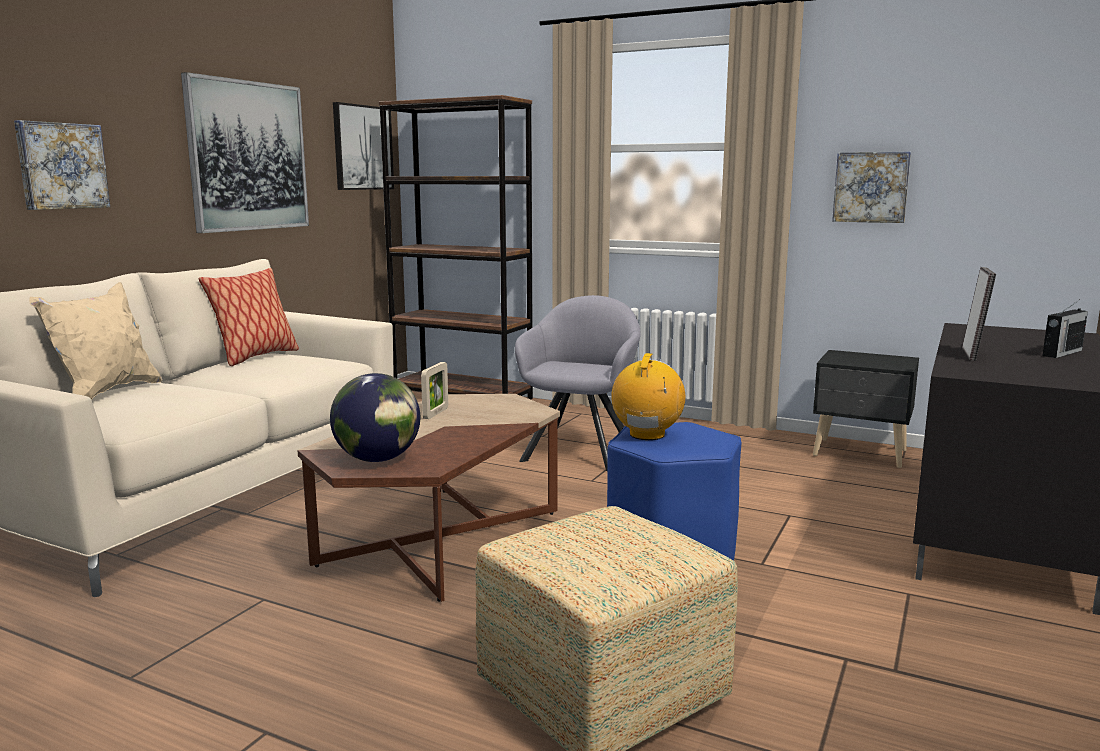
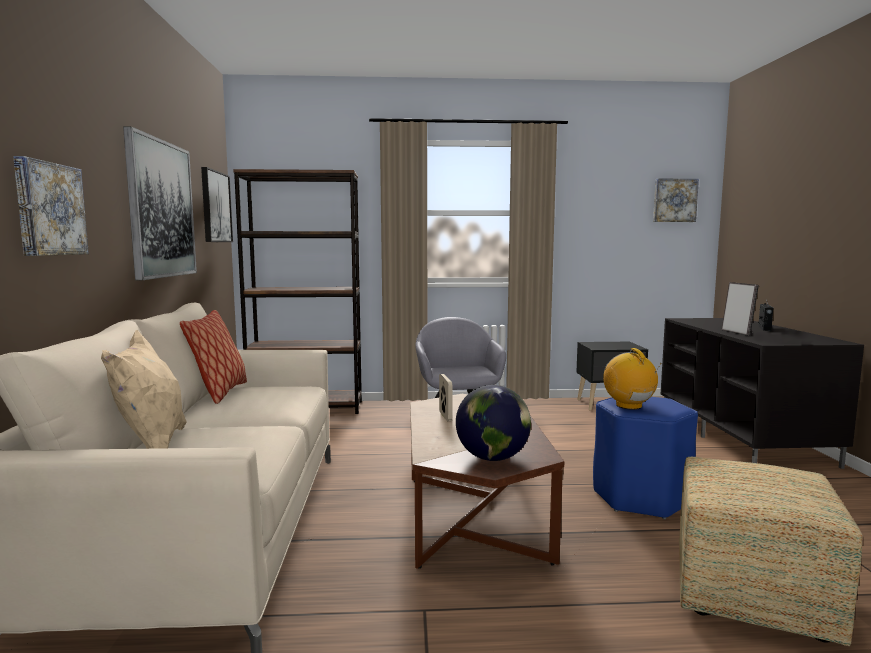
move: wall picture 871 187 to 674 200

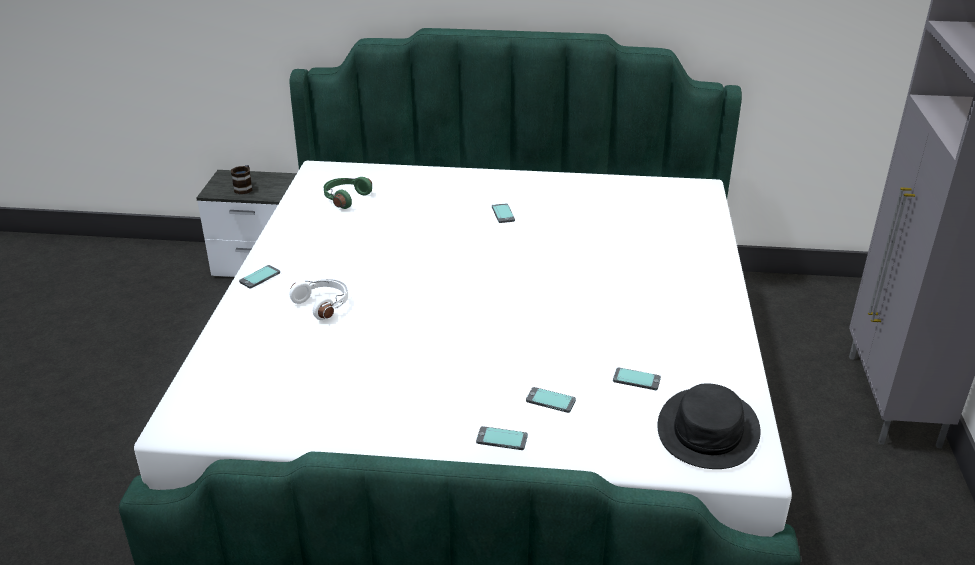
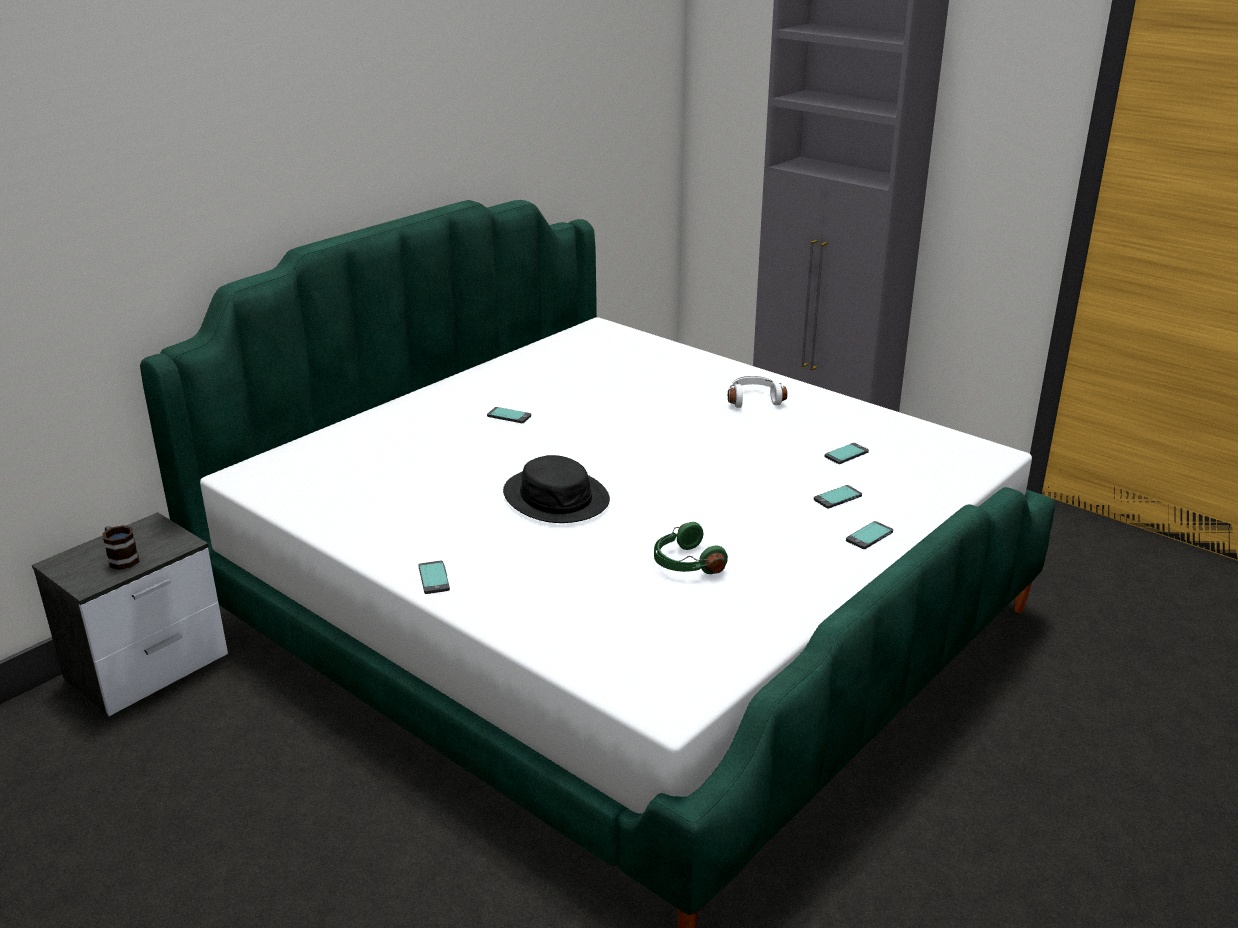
move: headphones/white-coloured 324 304 to 753 399; headphones/green-coloured 345 198 to 685 563; hat/black-coloured 708 430 to 556 497

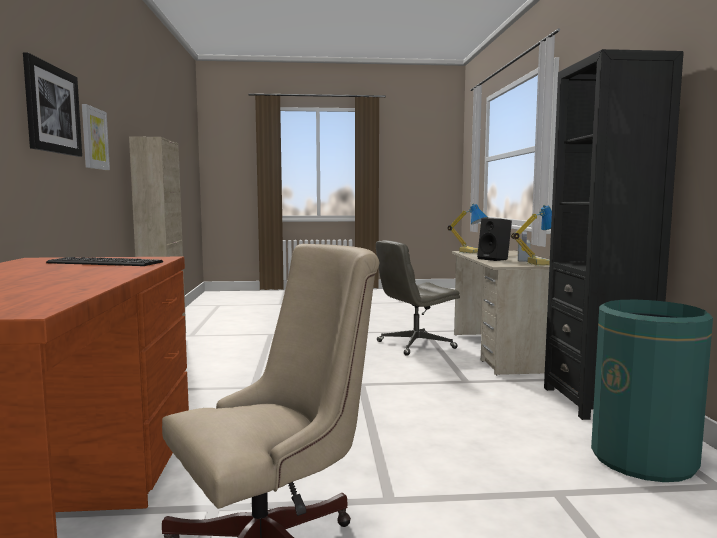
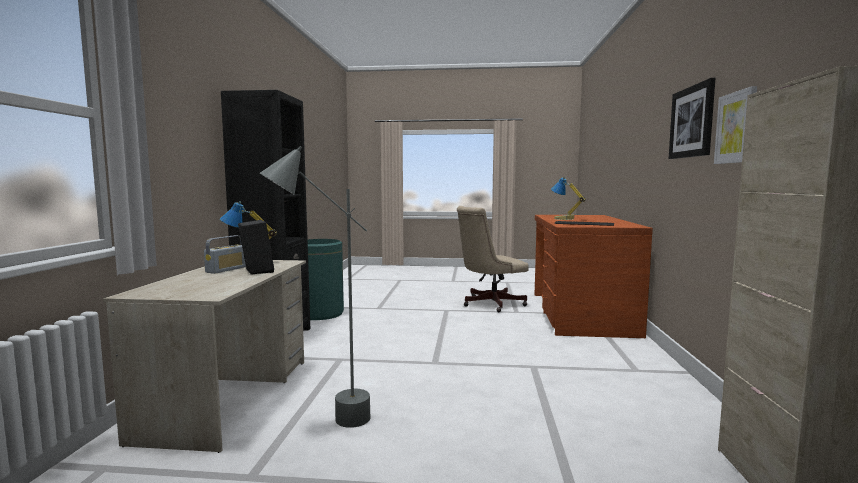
move: tabletop lamp 470 252 to 564 219
replace: office chair/grey 415 345 to standard lamp/grey 323 424

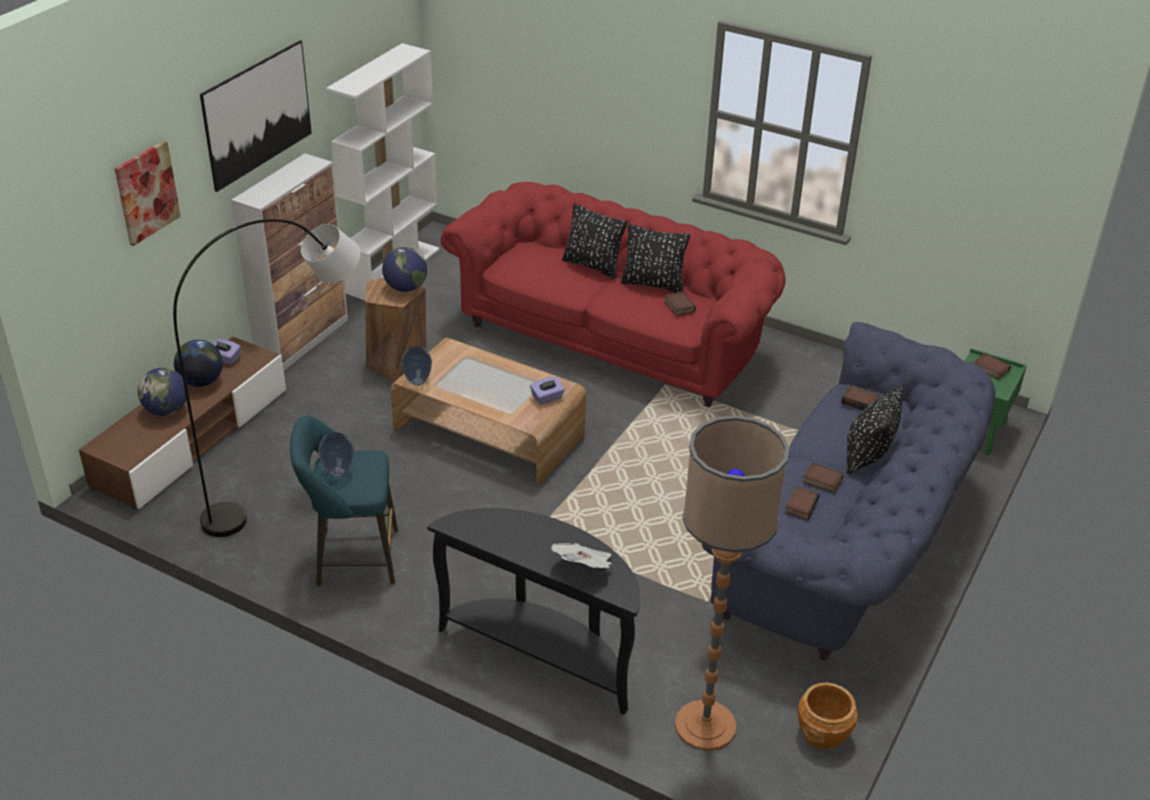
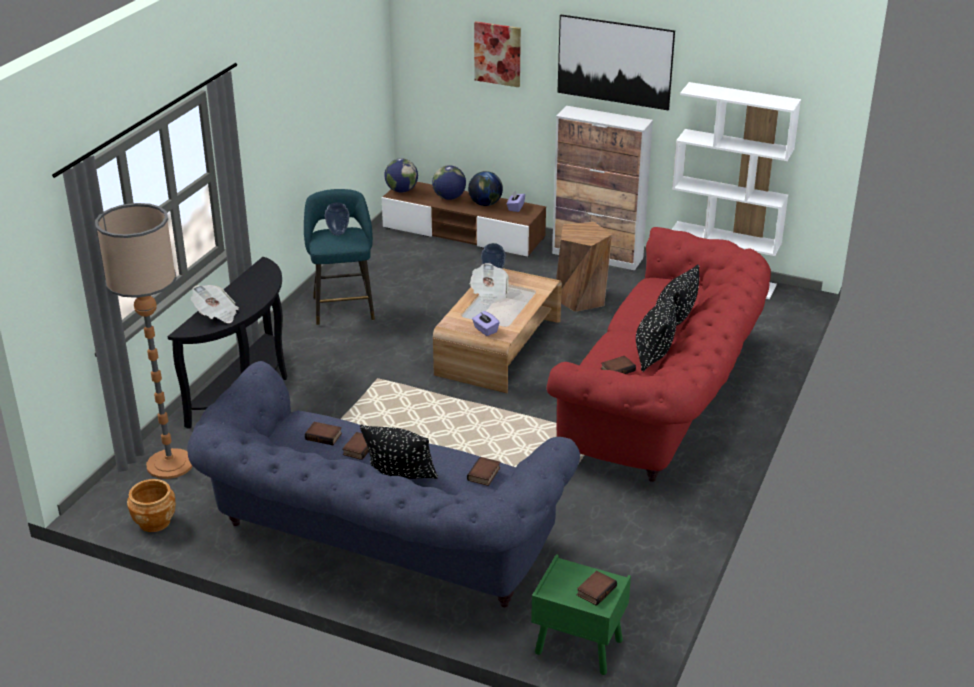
delete: standard lamp/grey 296 484
insert: daily paper 489 294
move: world globe 405 288 to 401 190

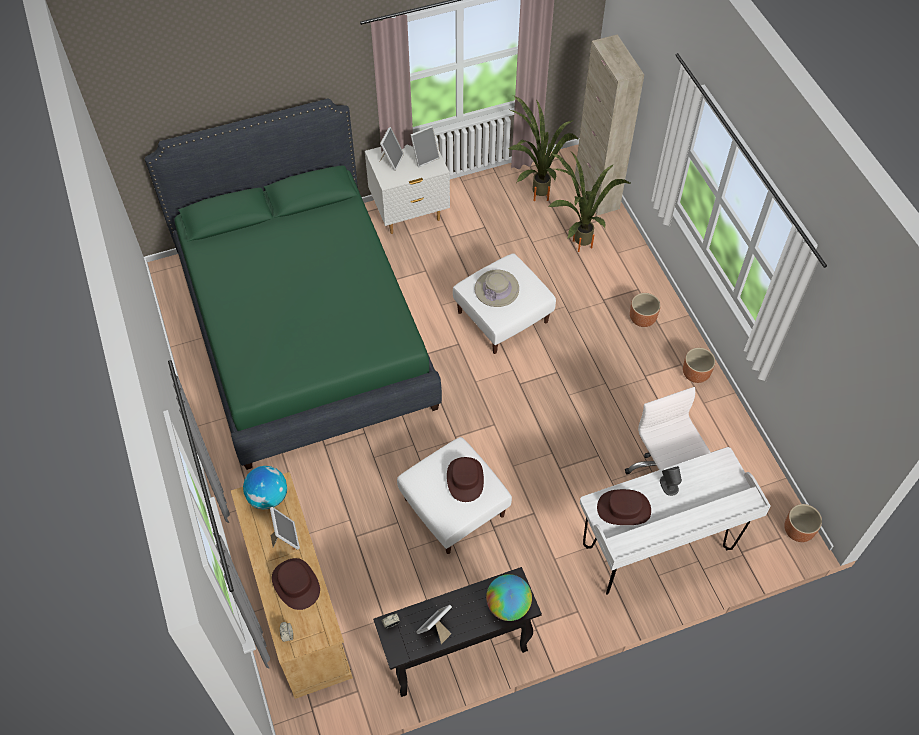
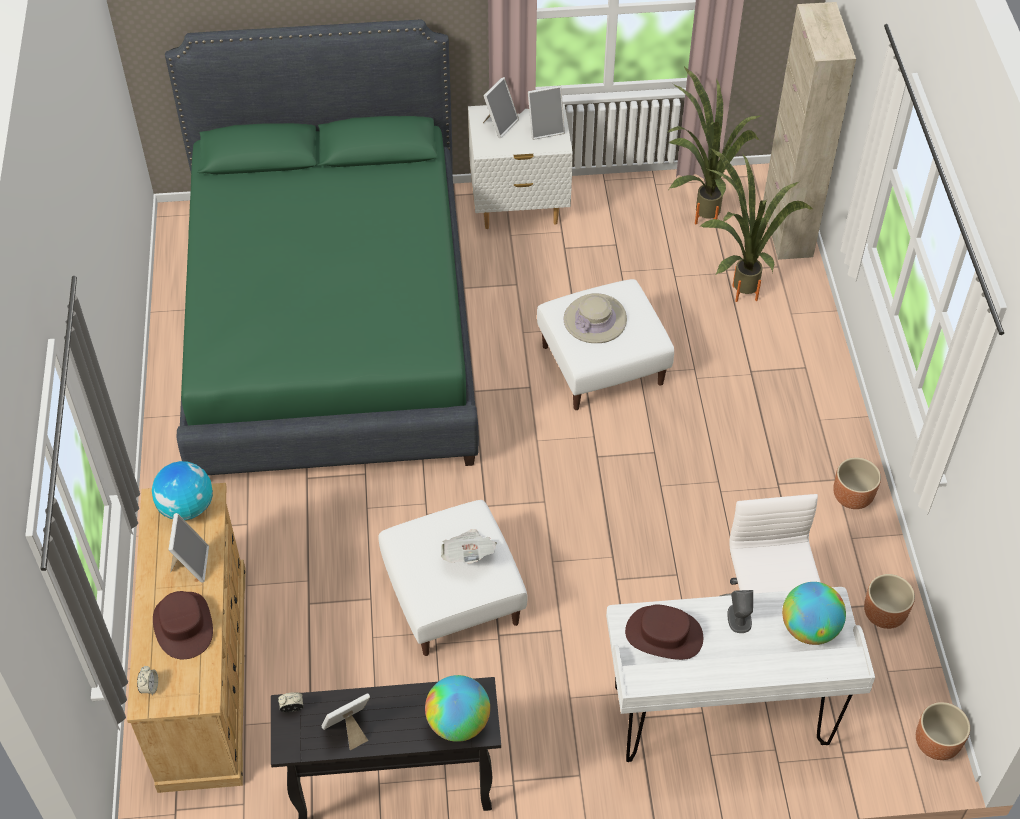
insert: world globe 809 629
move: planter/brownish 642 319 to 884 614
replace: hat/brownish 465 479 to daily paper 468 555

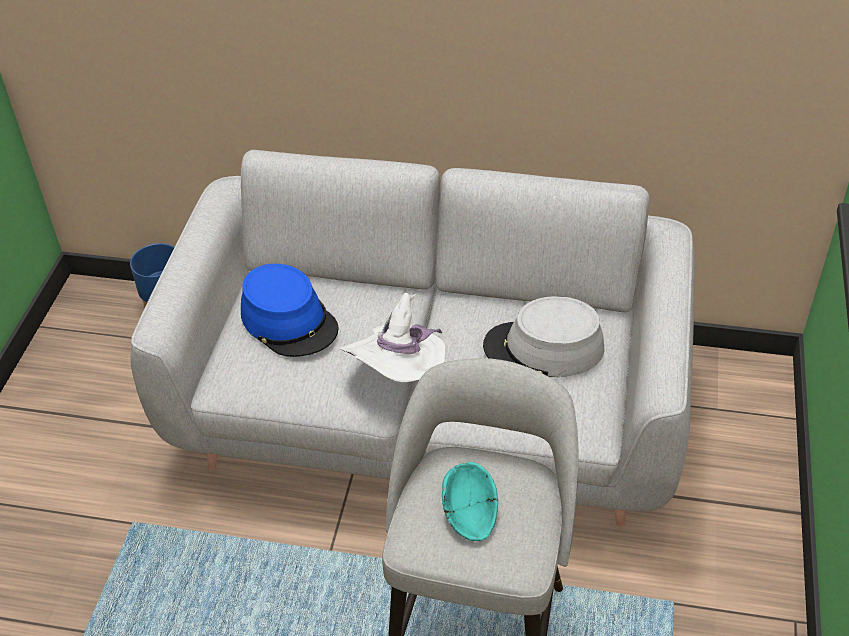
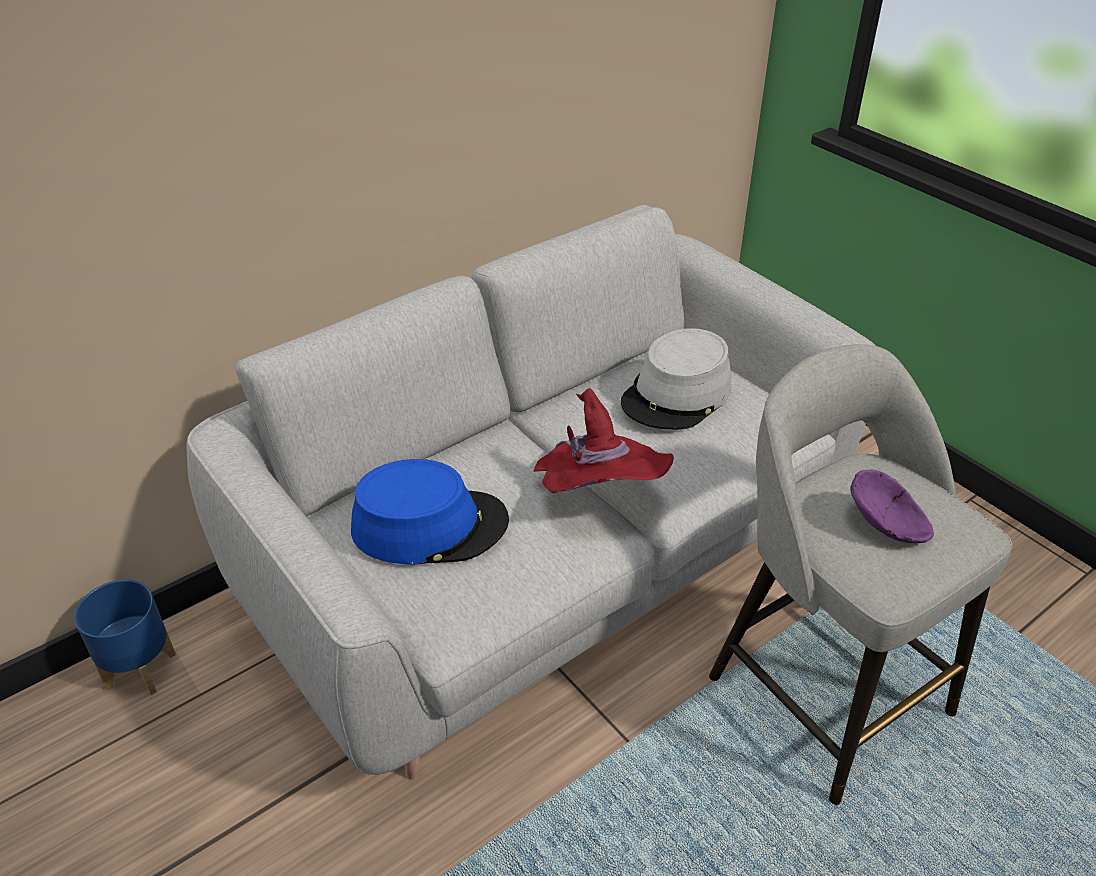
recolor: hat/white-coloured 400 375 to hat/reddish 597 496; bowl/turquoise-coloured 469 515 to bowl/purple-coloured 887 527

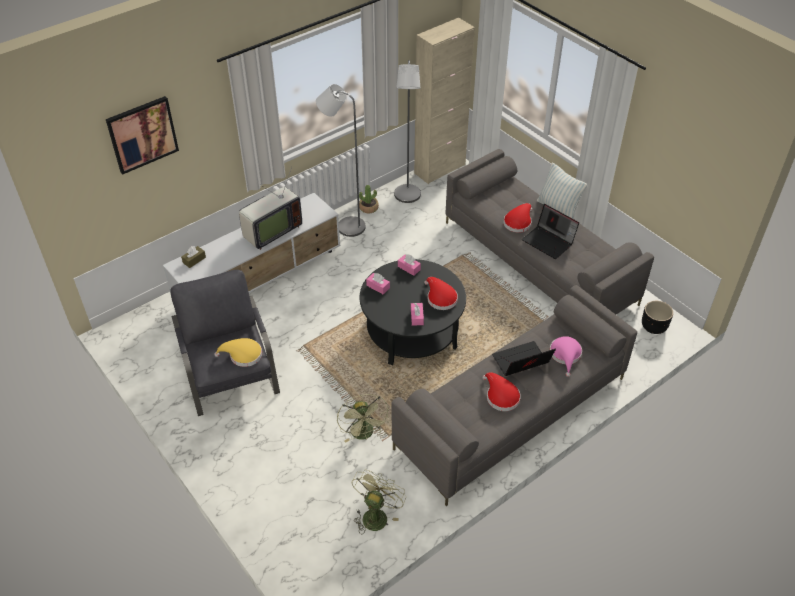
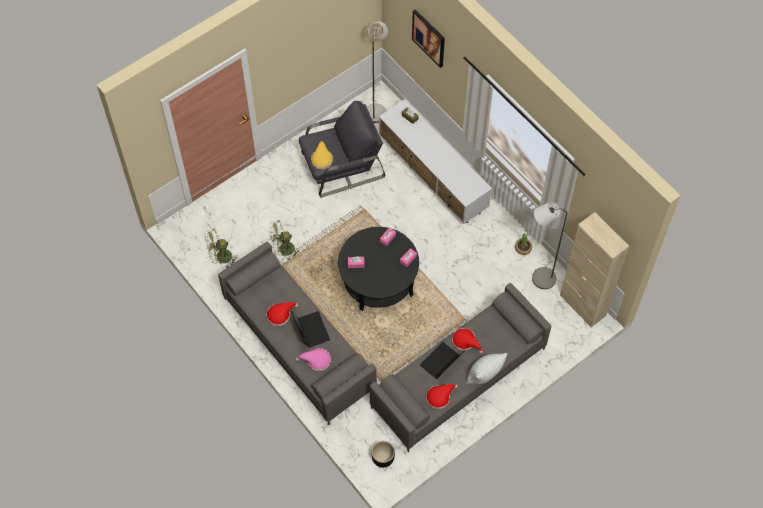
delete: television 270 232
move: standard lamp/grey 346 226 to 376 109; hat/reddish 440 298 to 439 397
rotate: fan/green-coloured 376 514 = 221 258 135 degrees clockwise

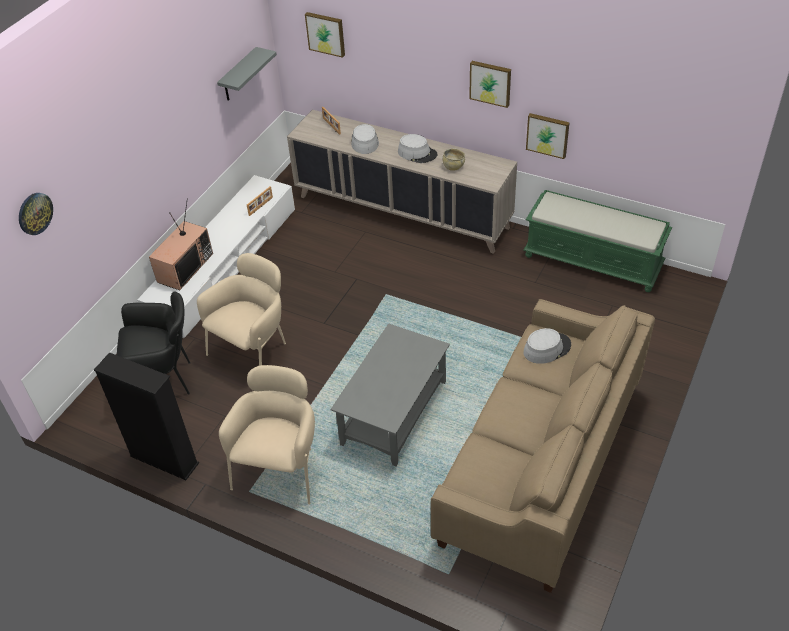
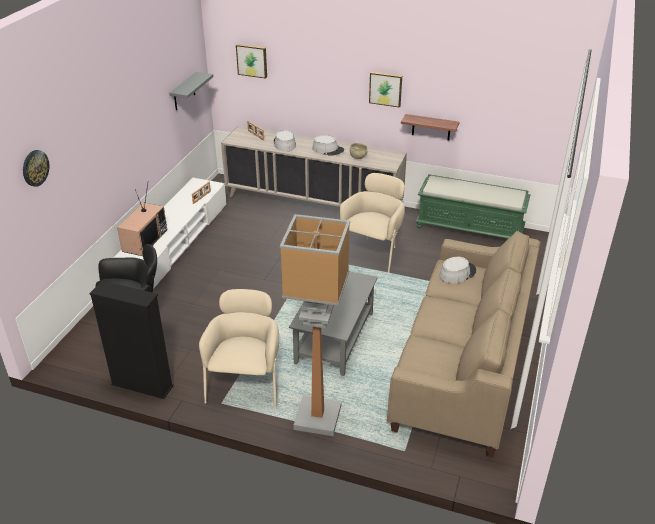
insert: standard lamp 316 418
move: armchair/sand-coloured 254 350 to 373 252
replace: wall picture 548 134 to bracket shelf 431 127

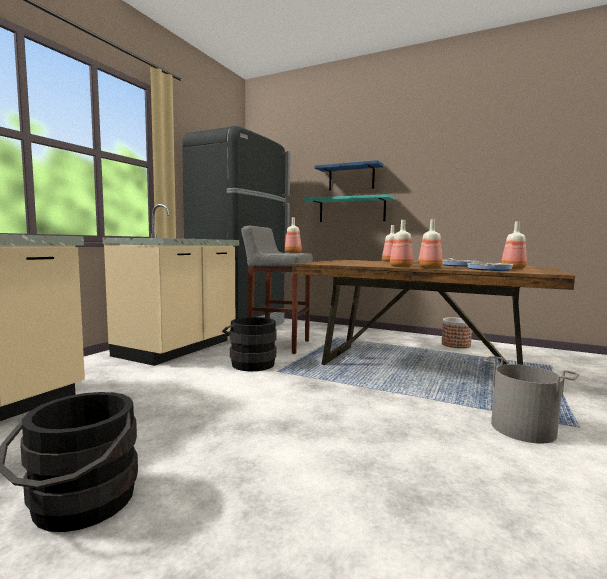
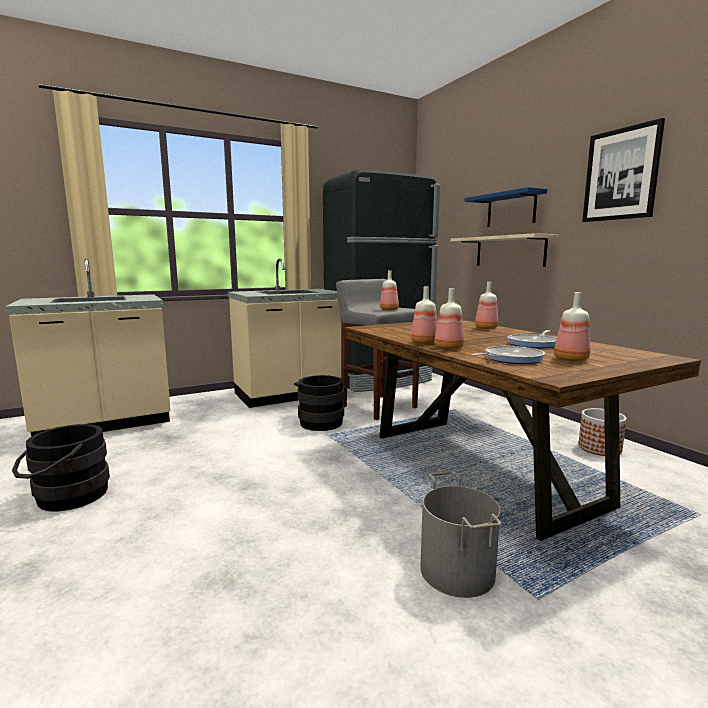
insert: wall picture 621 174
recolor: bracket shelf/turquoise-coloured 351 210 to bracket shelf/sand-coloured 509 251

